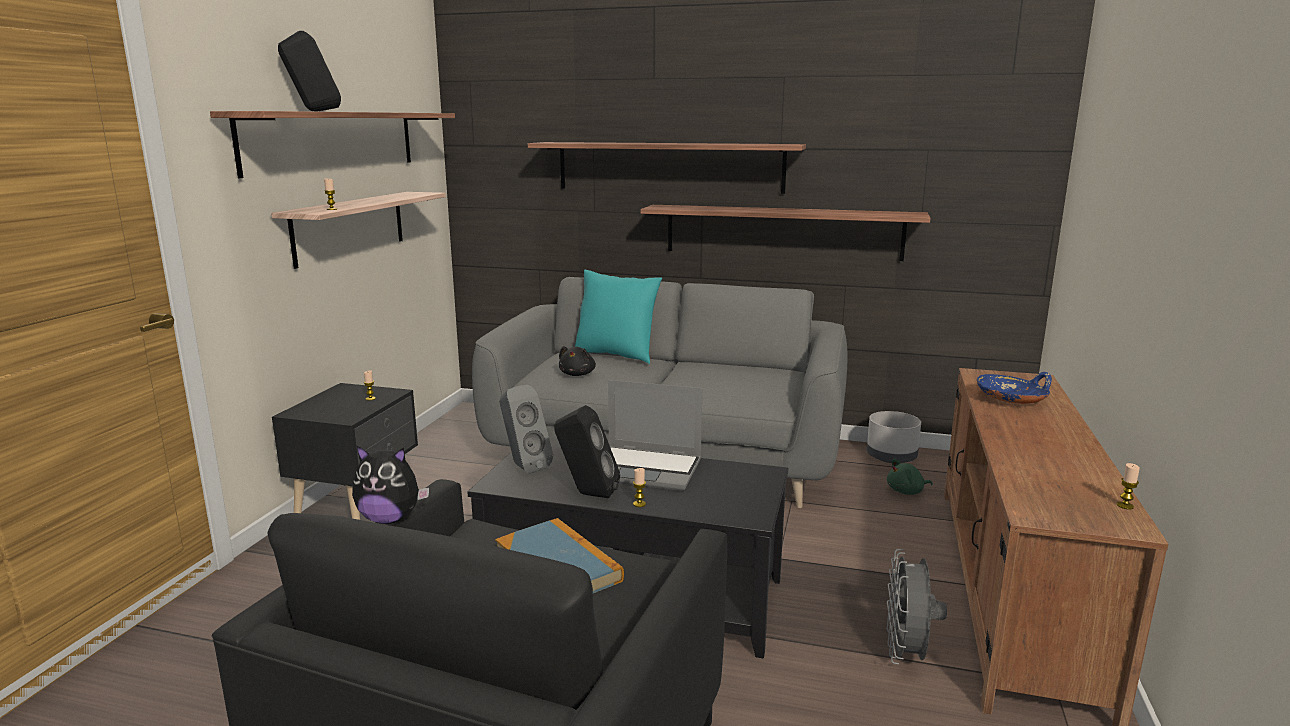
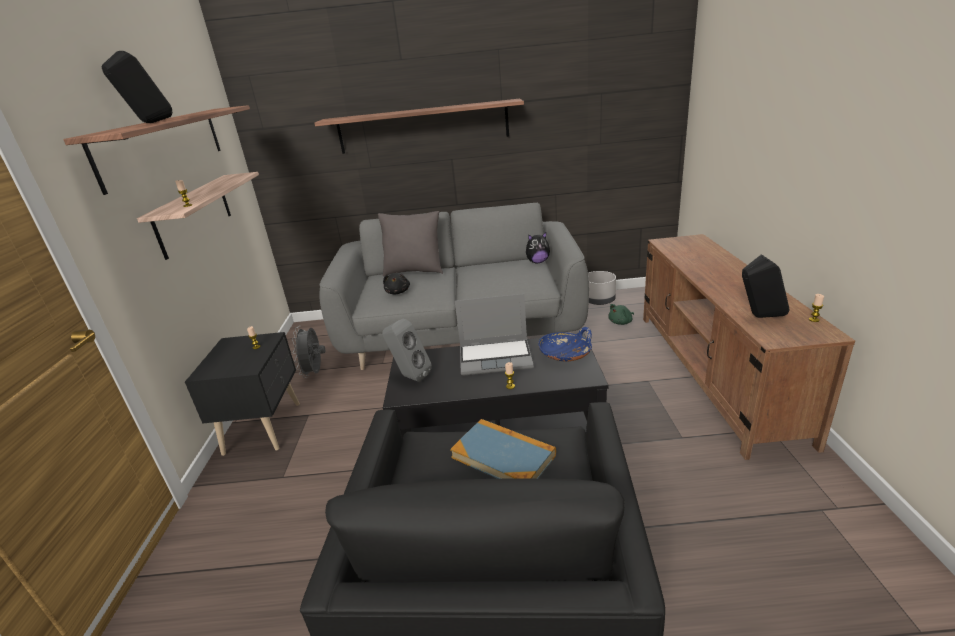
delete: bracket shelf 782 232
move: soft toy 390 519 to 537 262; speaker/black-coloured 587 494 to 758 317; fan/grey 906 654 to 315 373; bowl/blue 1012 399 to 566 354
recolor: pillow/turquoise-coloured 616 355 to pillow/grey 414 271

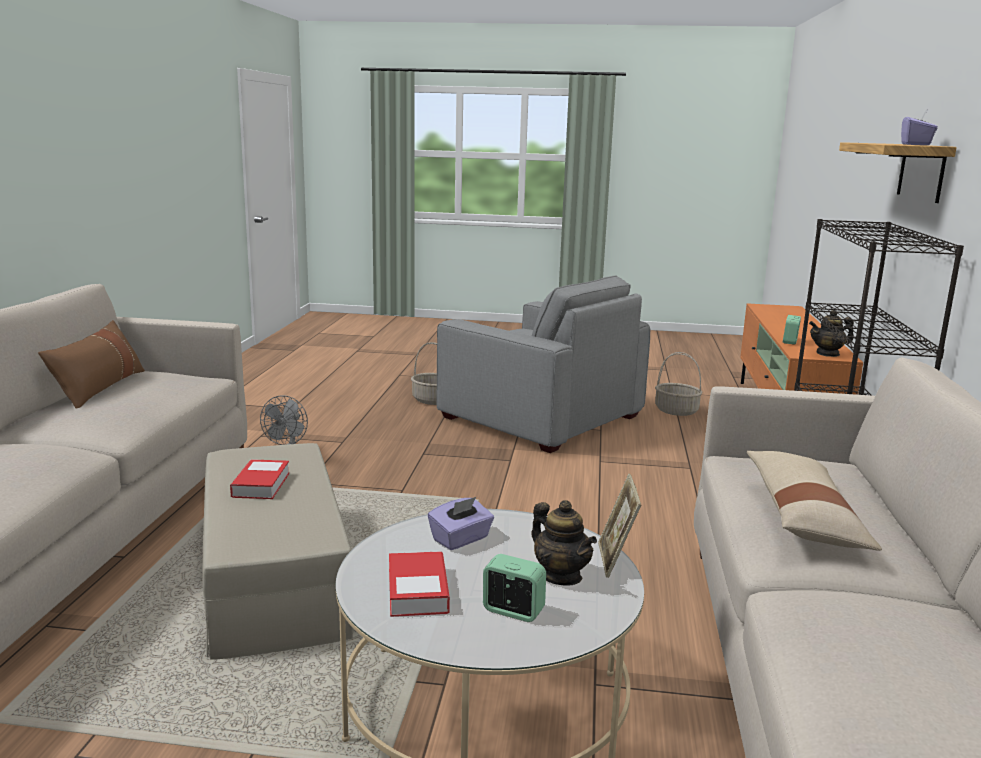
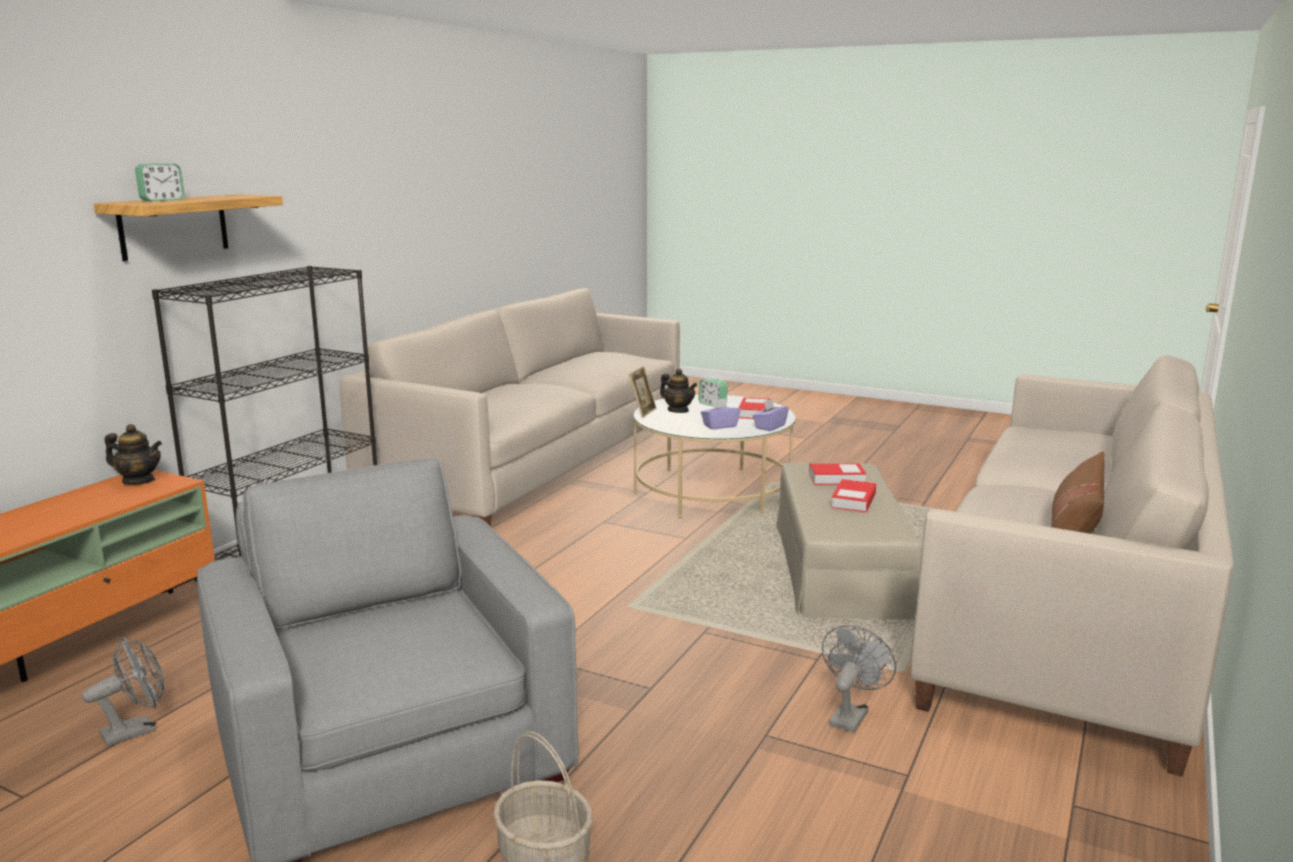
delete: pillow/sand-coloured 803 516
insert: bound book 836 479
move: alarm clock 790 341 to 162 200; tissue box/purple-coloured 916 144 to 769 427
replace: household basket 677 411 to fan/grey 137 730
rotate: tea pot 561 576 = 678 410 150 degrees clockwise

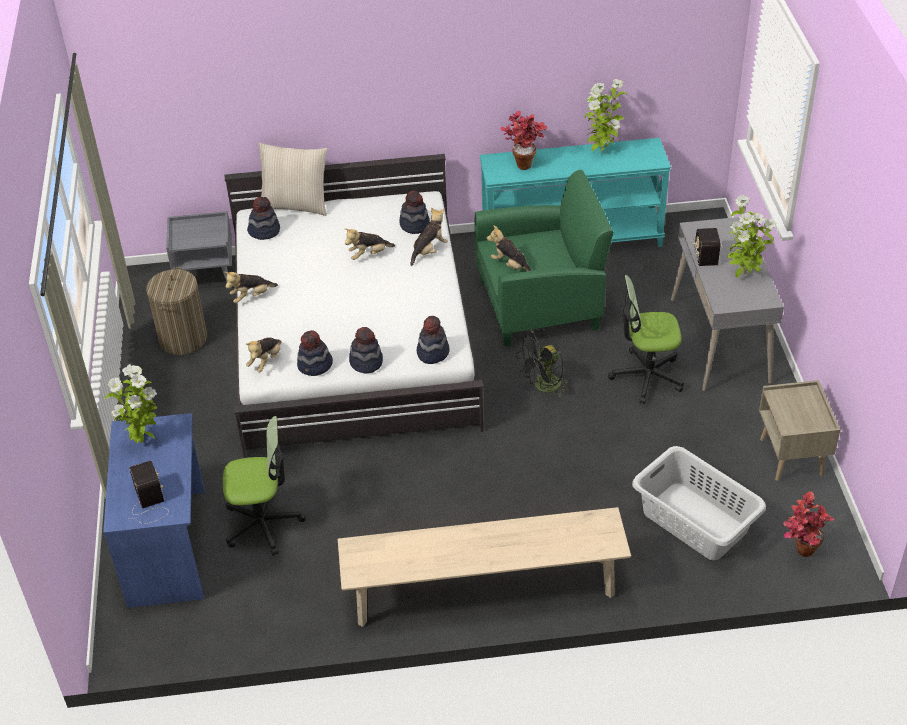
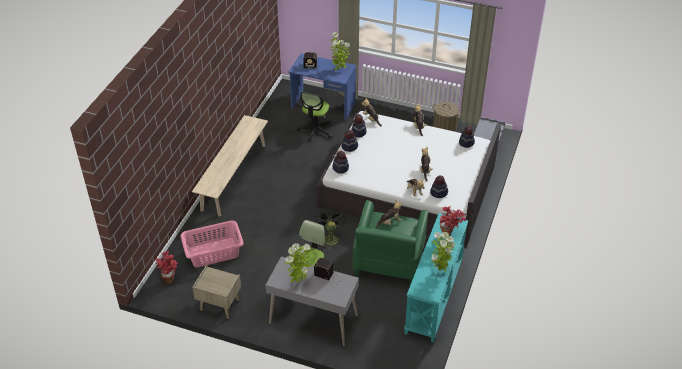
delete: pillow/sand-coloured 296 205
recolor: washing basket/grey 694 522 to washing basket/pinkish 213 252

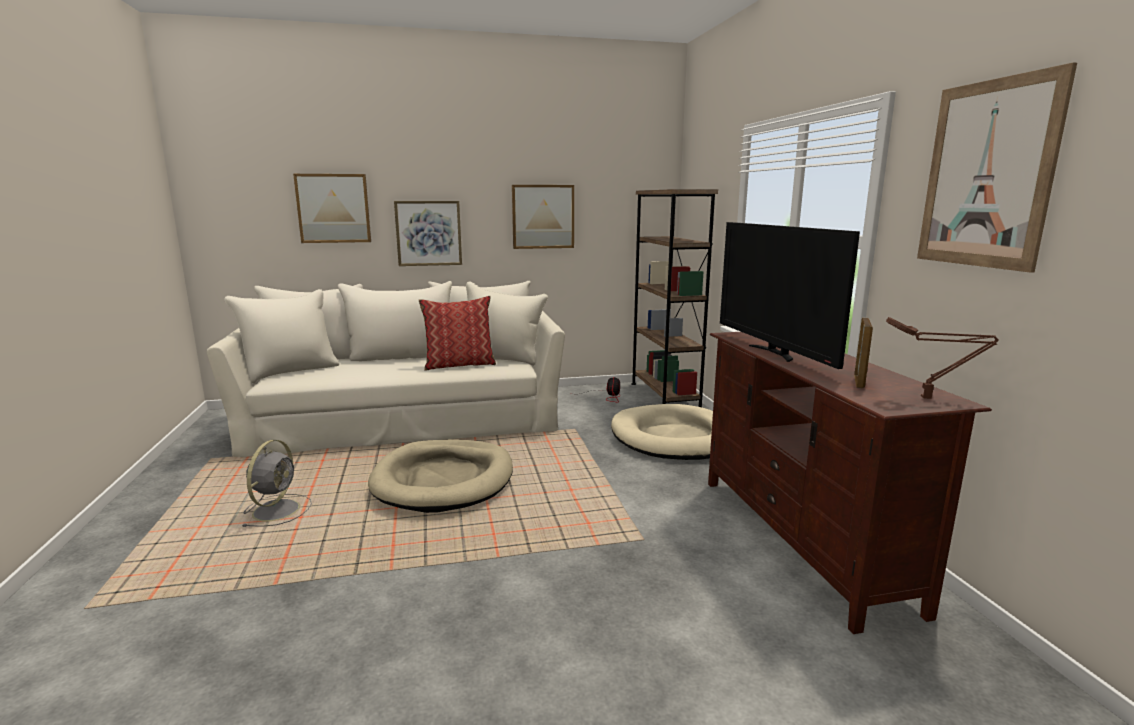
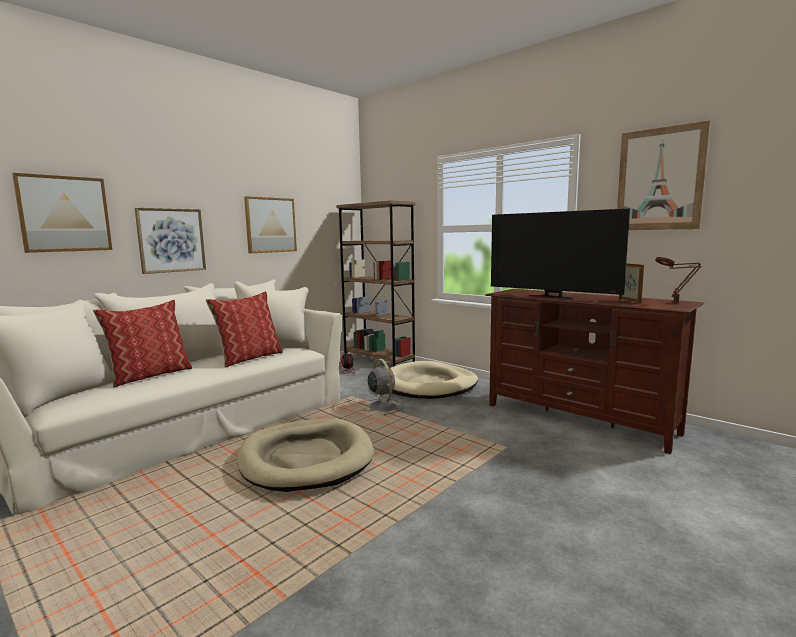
insert: pillow 150 375
move: fan/grey 277 509 to 382 406

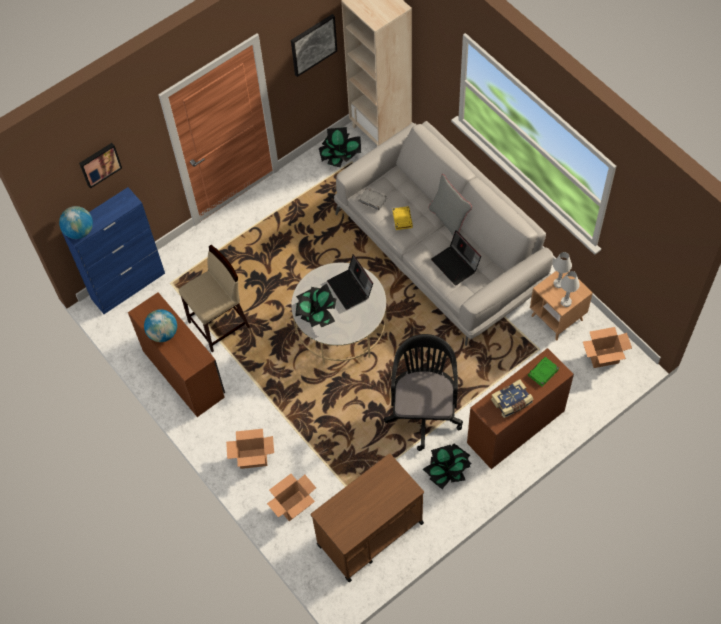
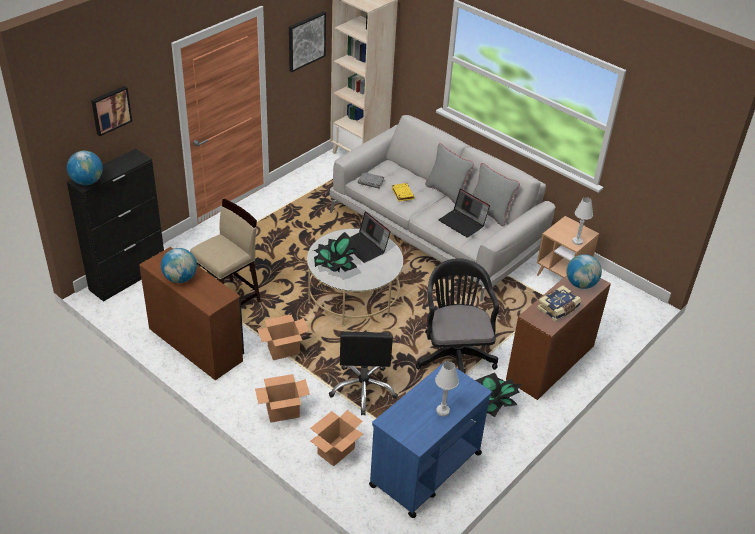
delete: potted plant 340 157
insert: office chair/black-coloured 363 389; pillow/grey 489 213
move: tabletop lamp/white-coloured 558 283 to 442 411; cardboard box 603 357 to 283 350
replace: bound book/green-coloured 543 373 to world globe 580 284
recolor: cabinet/blue 128 286 to cabinet/black-coloured 128 277; cart/brownish 369 534 to cart/blue 425 470

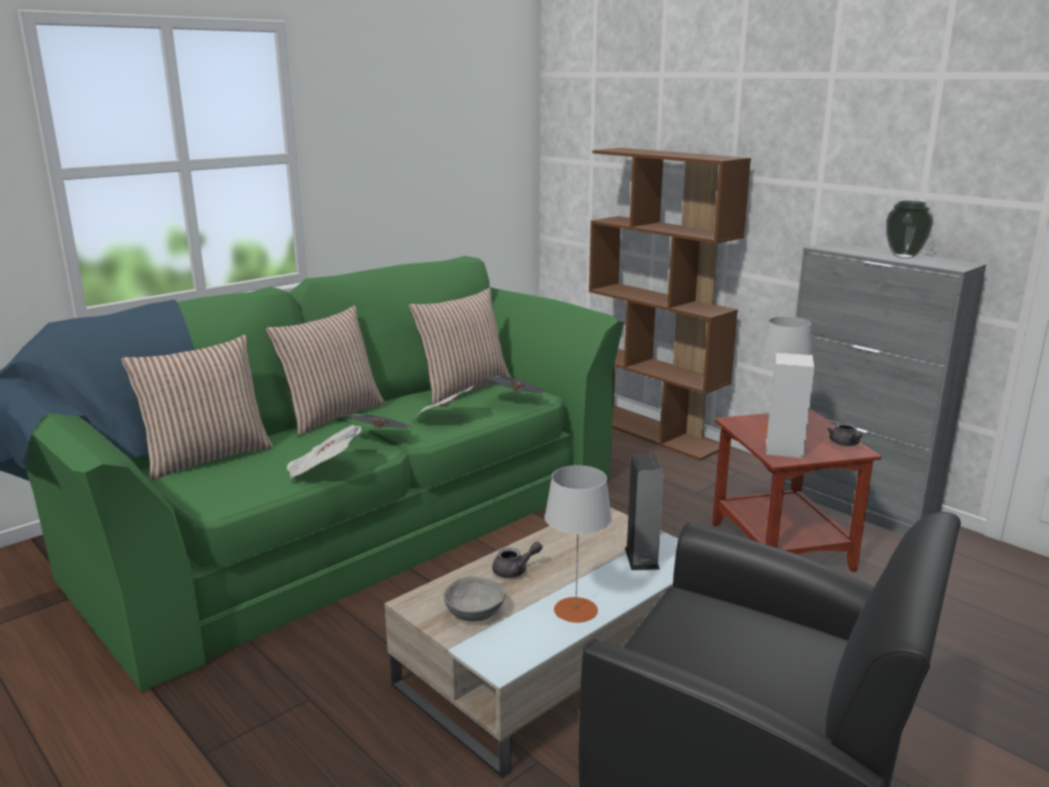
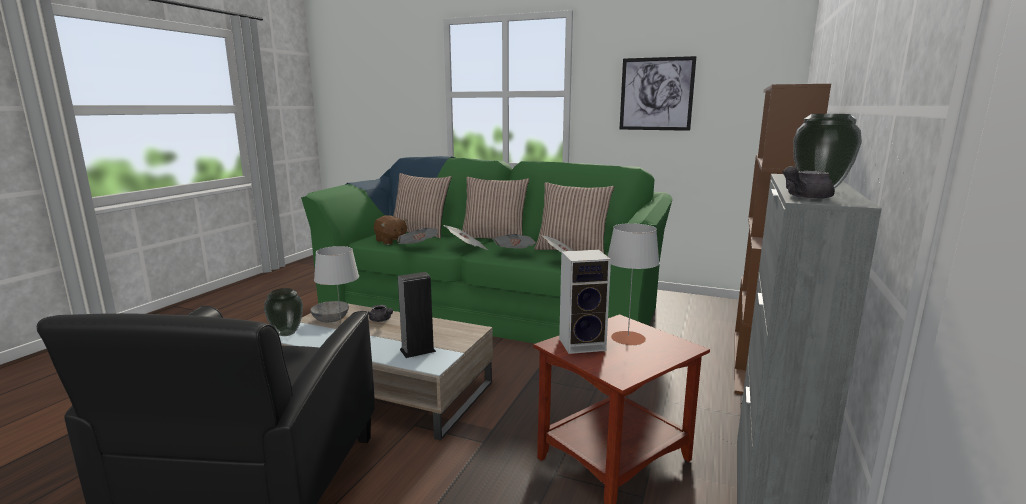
insert: vase 286 333; soft toy/brownish 391 241; wall picture 656 94
move: tea pot/grey 845 444 to 804 197

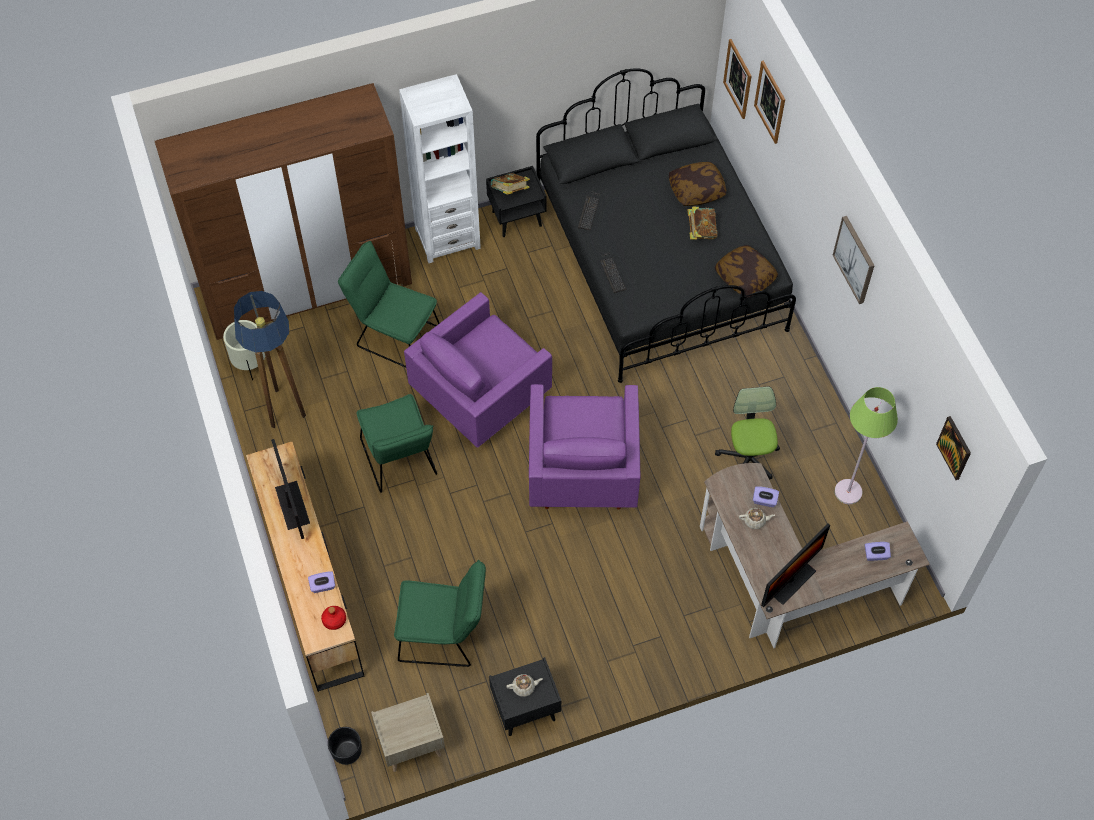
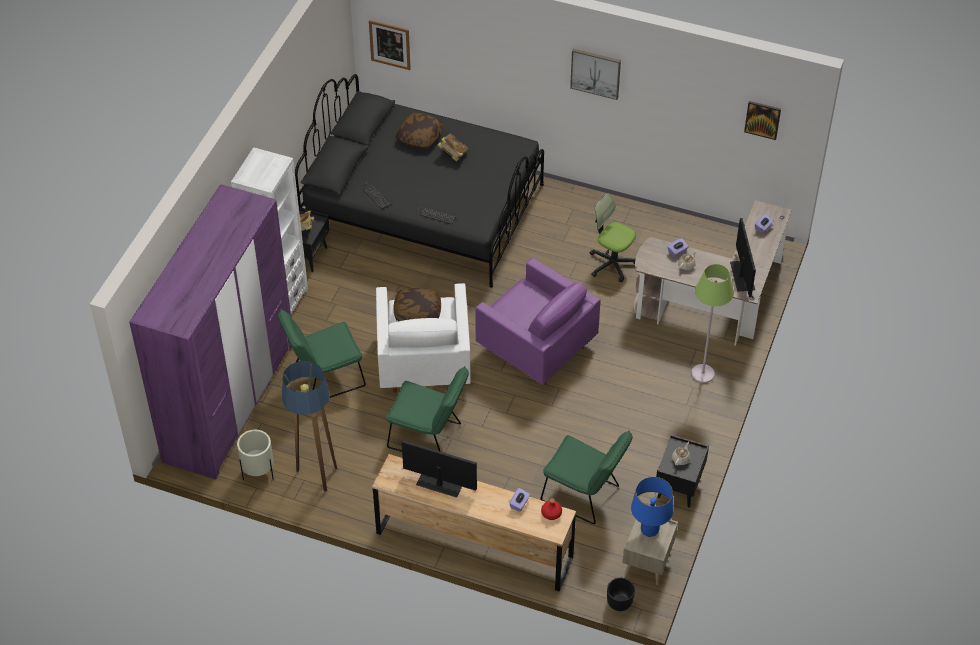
delete: wall picture 770 102
insert: tabletop lamp/blue 649 529
move: pillow 745 277 to 417 312; standard lamp/green-coloured 848 492 to 702 374
recolor: wardrobe/brownish 307 287 to wardrobe/purple-coloured 230 400; armchair/purple-coloured 481 394 to armchair/white-coloured 423 362
rotate: plain chair/green-coloured 444 635 = 585 496 75 degrees clockwise

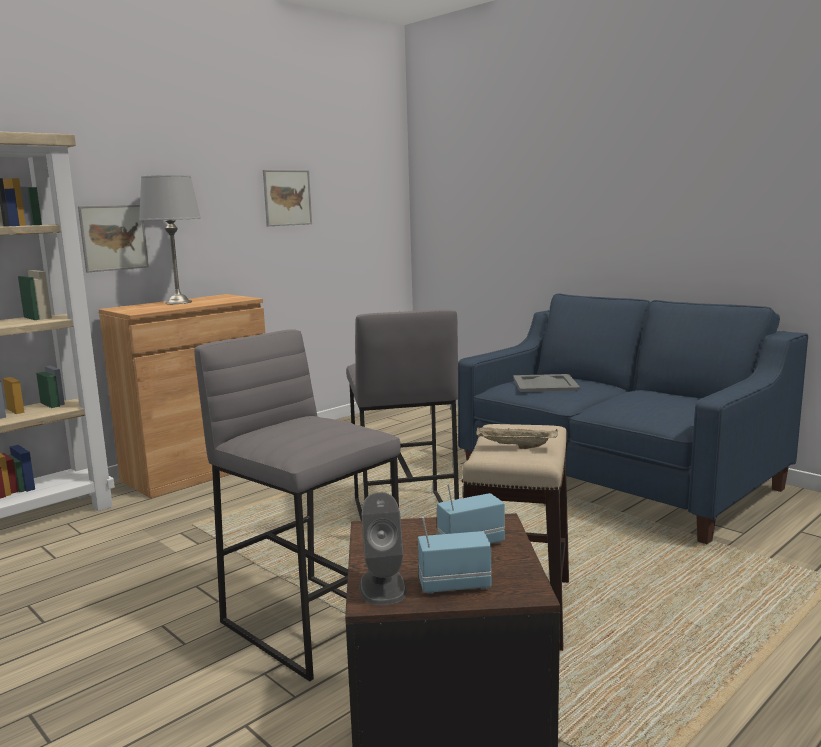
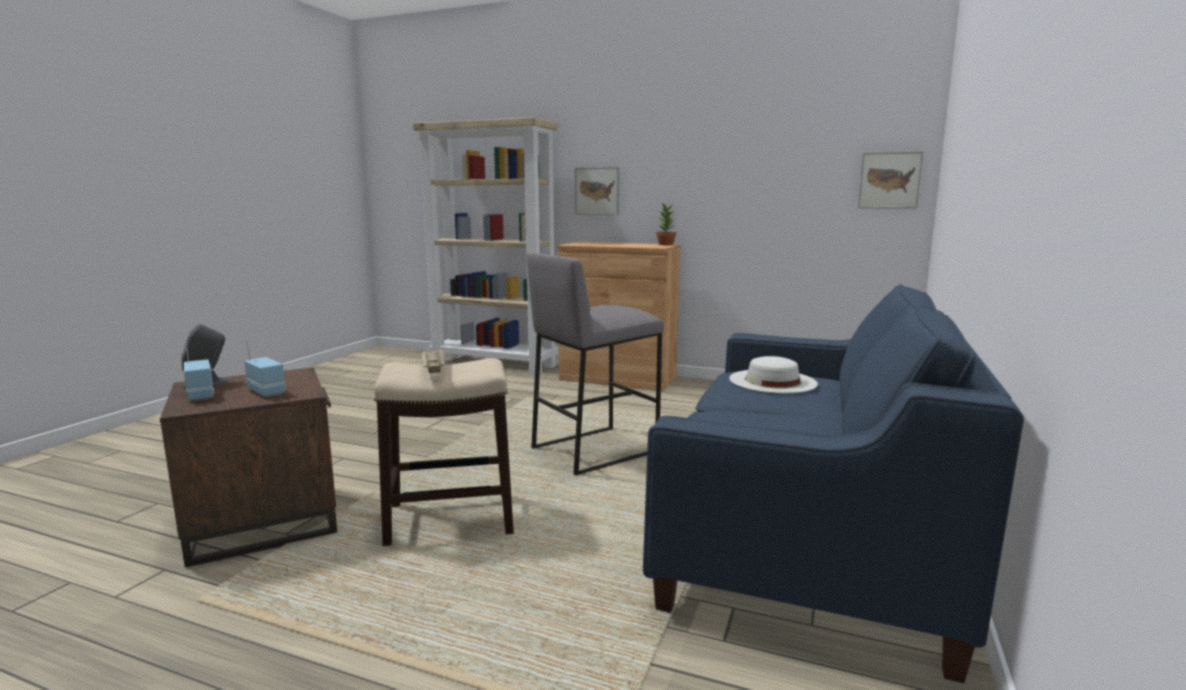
delete: tabletop lamp/grey 178 302; stool seat/grey 312 623
insert: potted plant 665 244
move: wall picture 287 198 to 889 180
replace: serving tray/grey 545 383 to hat/white-coloured 772 381

